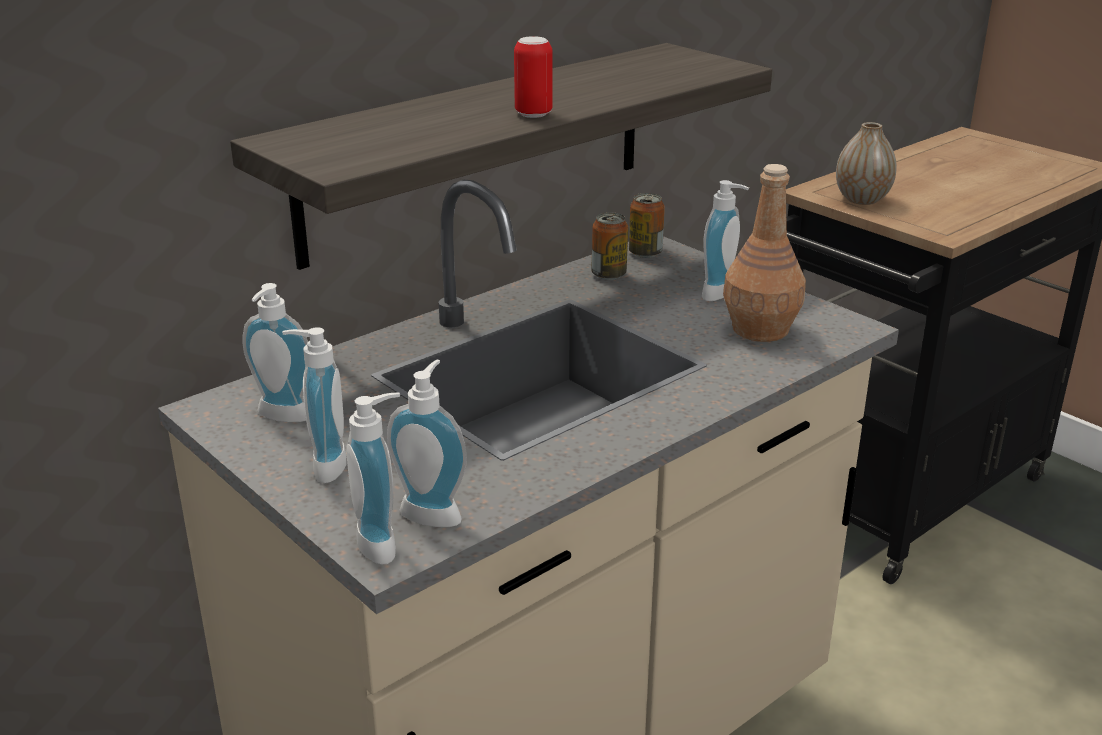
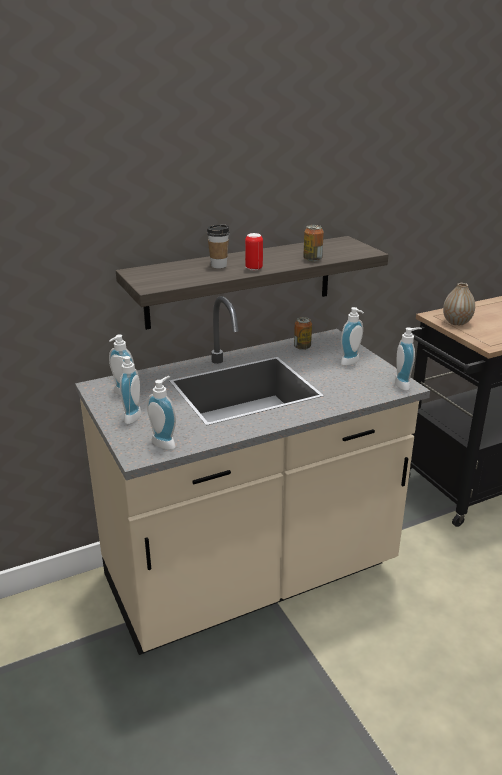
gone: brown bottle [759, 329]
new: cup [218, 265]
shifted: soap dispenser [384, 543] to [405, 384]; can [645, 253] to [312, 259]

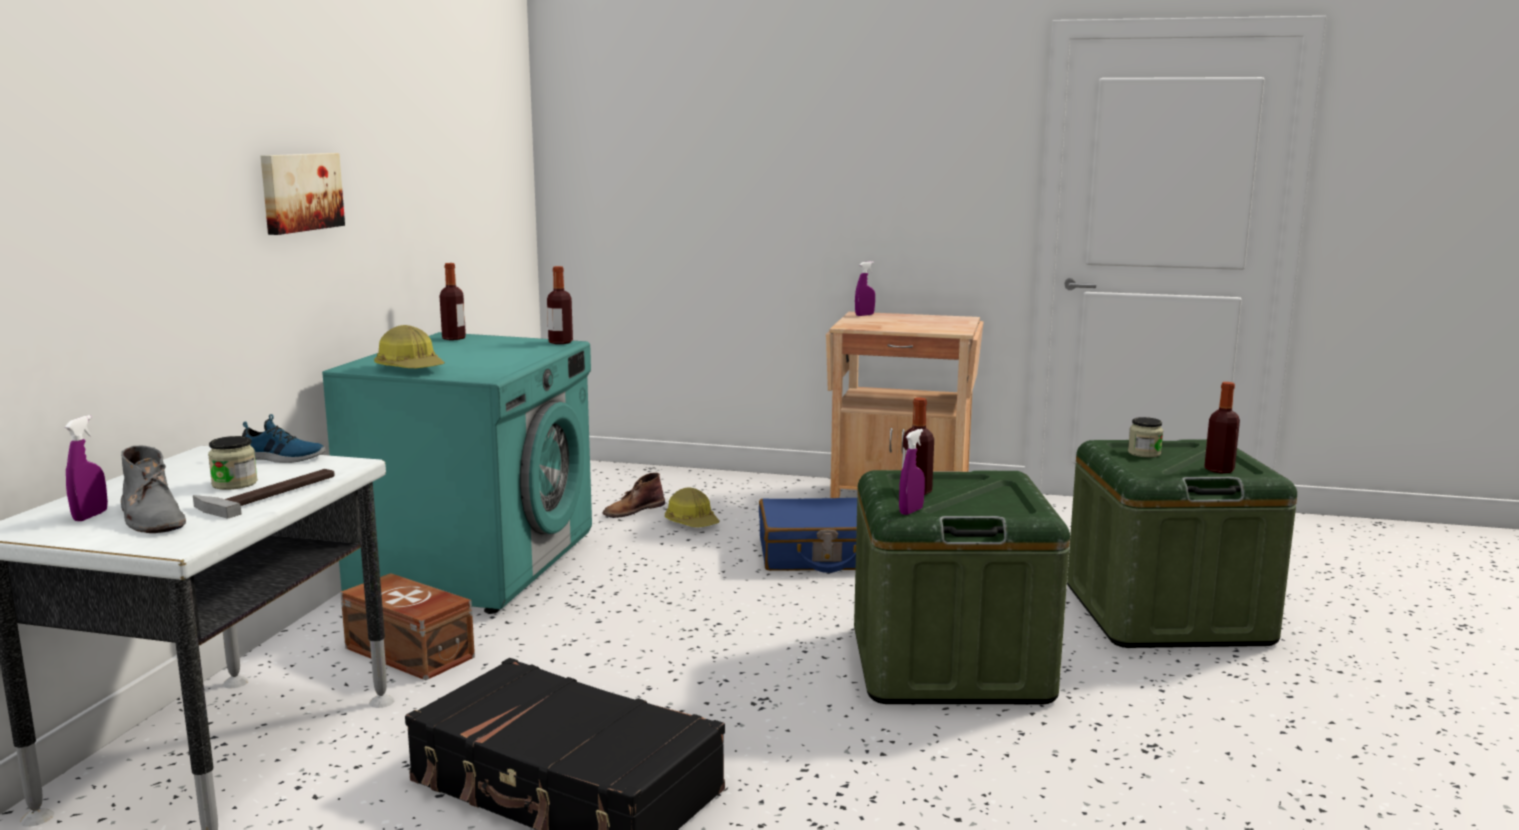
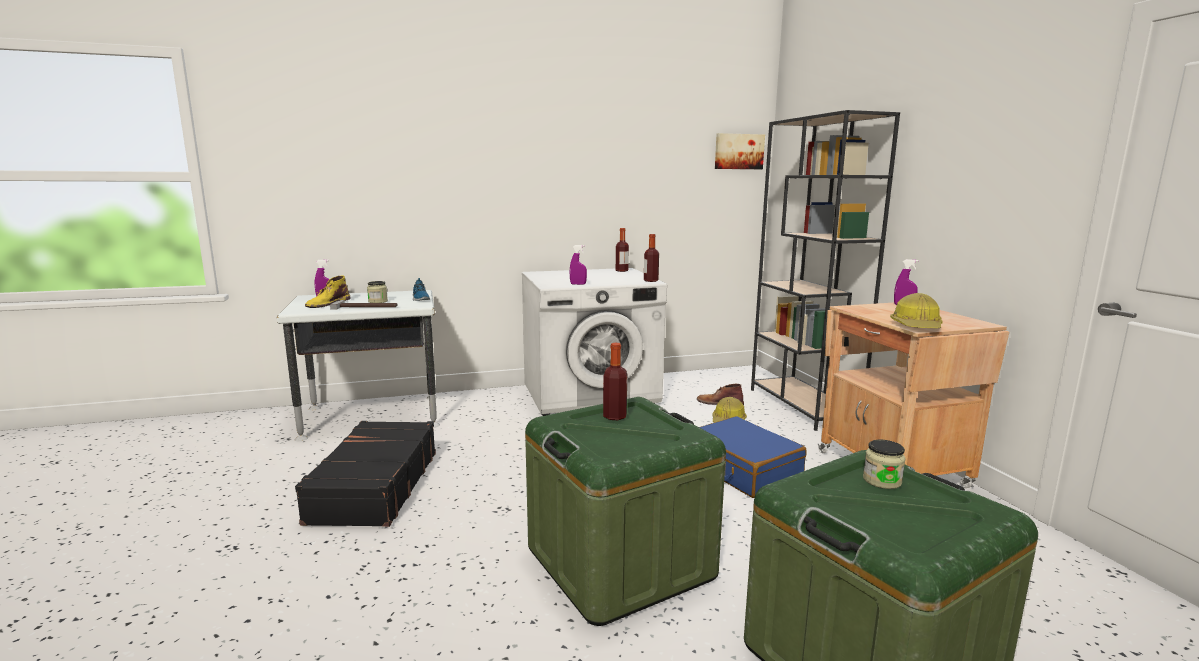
gone: brown storage box [409, 653]; bottle [1219, 470]
new: bookcase [804, 406]
shifted: picture [300, 192] to [738, 151]; hard hat [410, 368] to [916, 327]; purple spray bottle [911, 511] to [578, 284]
repainted: grey boot [152, 517] to yellow boot [327, 303]; turquoise washing machine [480, 567] to white washing machine [592, 397]

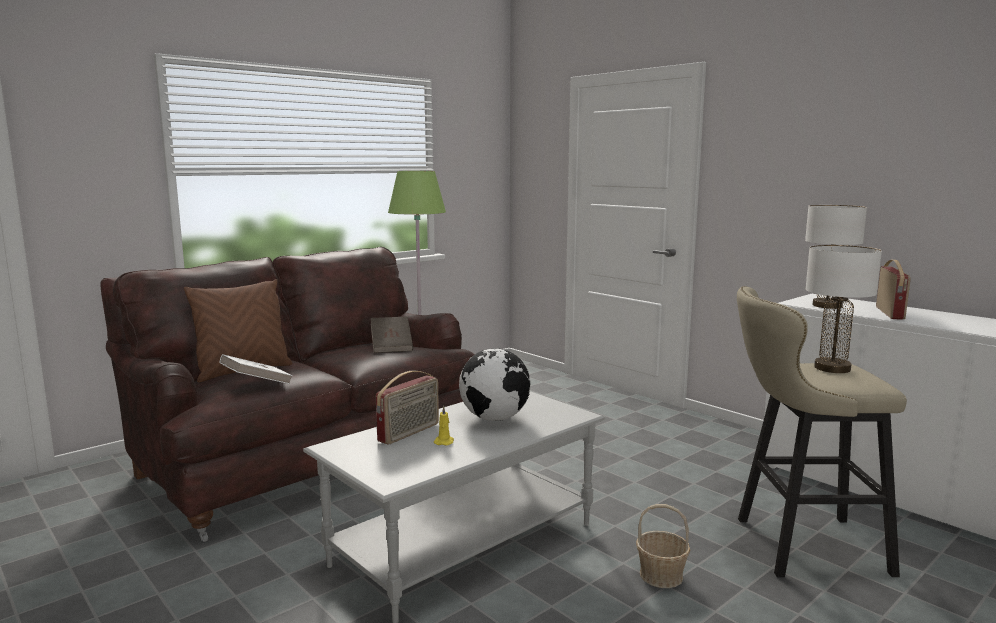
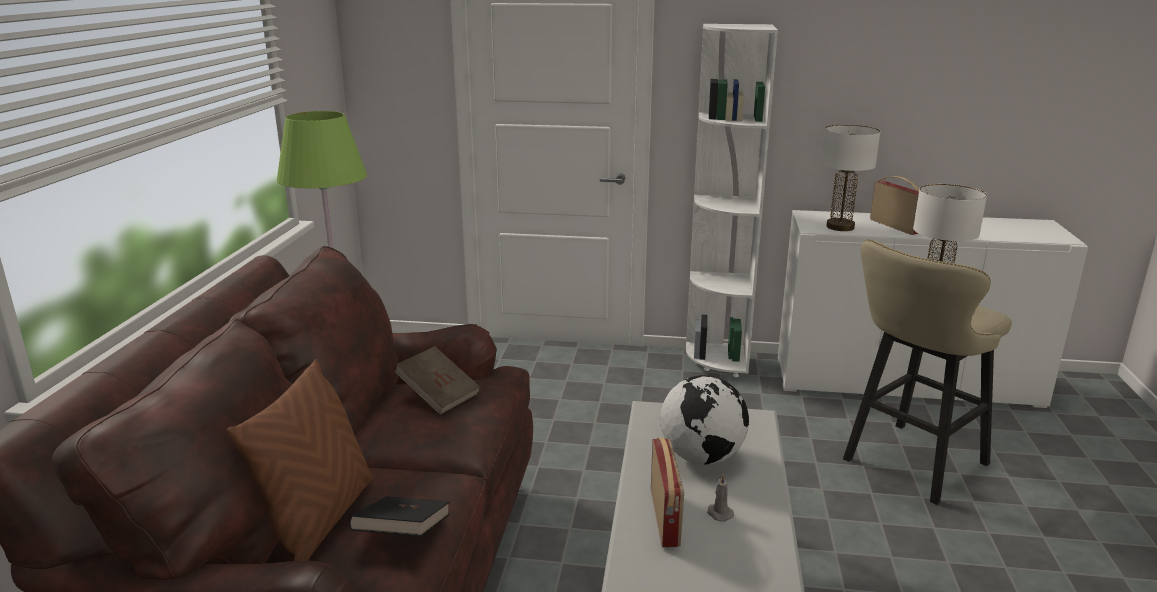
gone: basket [661, 575]
new: white bookcase [717, 364]
repainted: white book [257, 384] to black book [403, 535]; yellow candle [444, 442] to grey candle [719, 513]

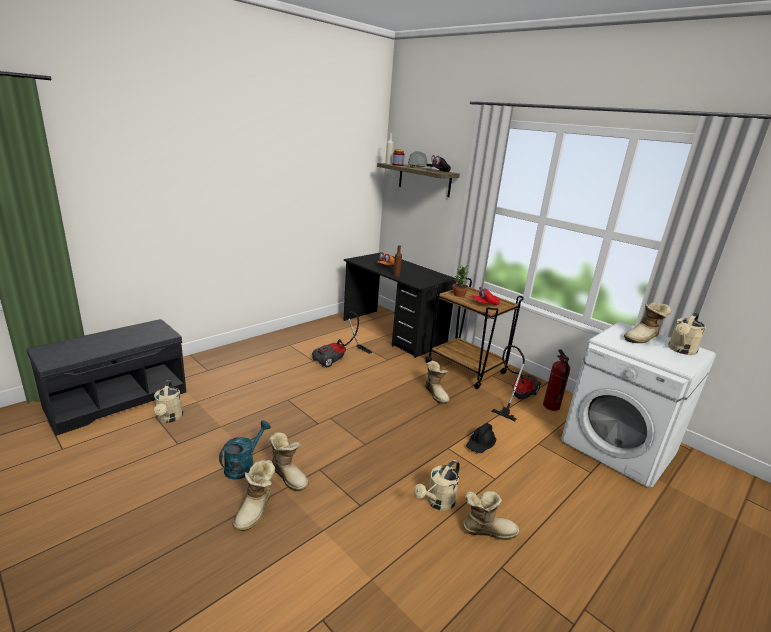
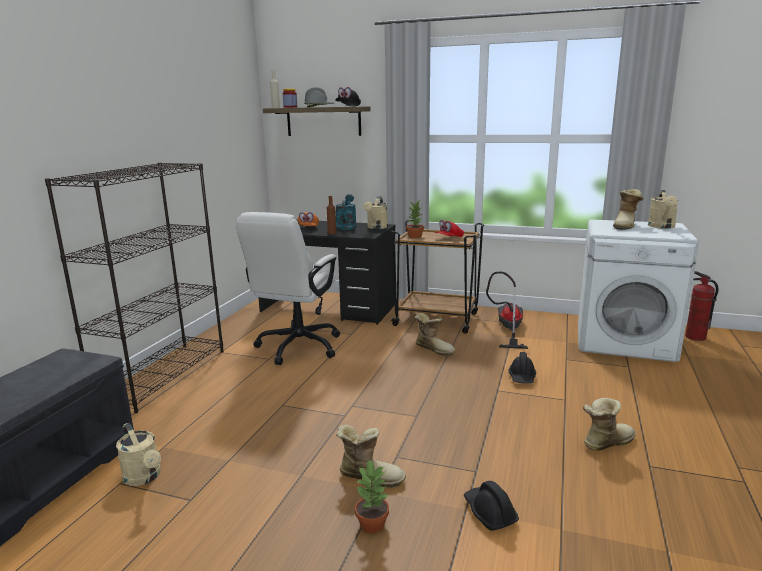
new: black bookcase [163, 375]; black hard hat [489, 513]
shifted: turquoise watering can [243, 466] to [346, 226]; beige watering can [437, 502] to [376, 227]; fire extinguisher [550, 406] to [695, 337]
swapped: boot [256, 510] to potted plant [373, 524]; vacuum cleaner [339, 359] to white office chair [297, 349]

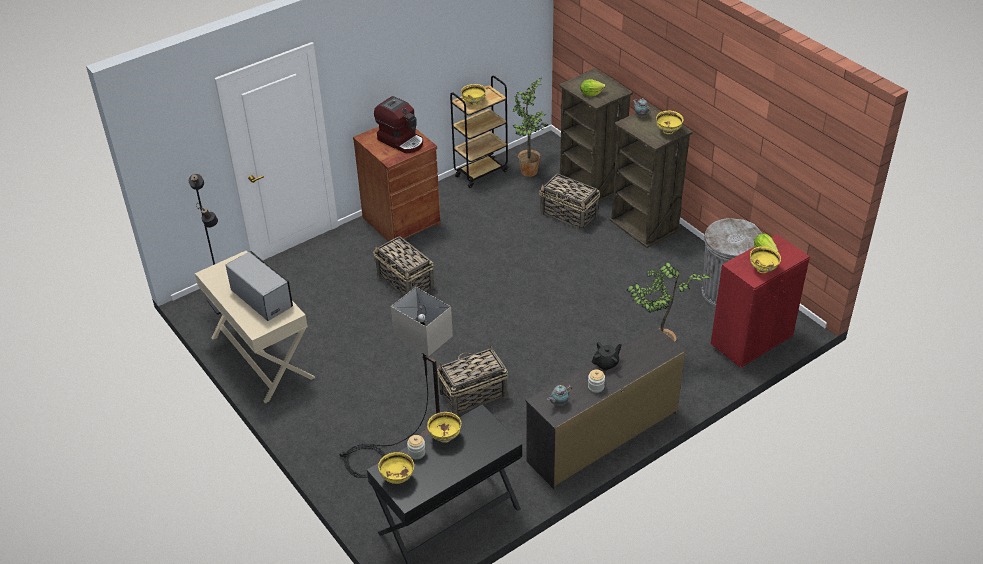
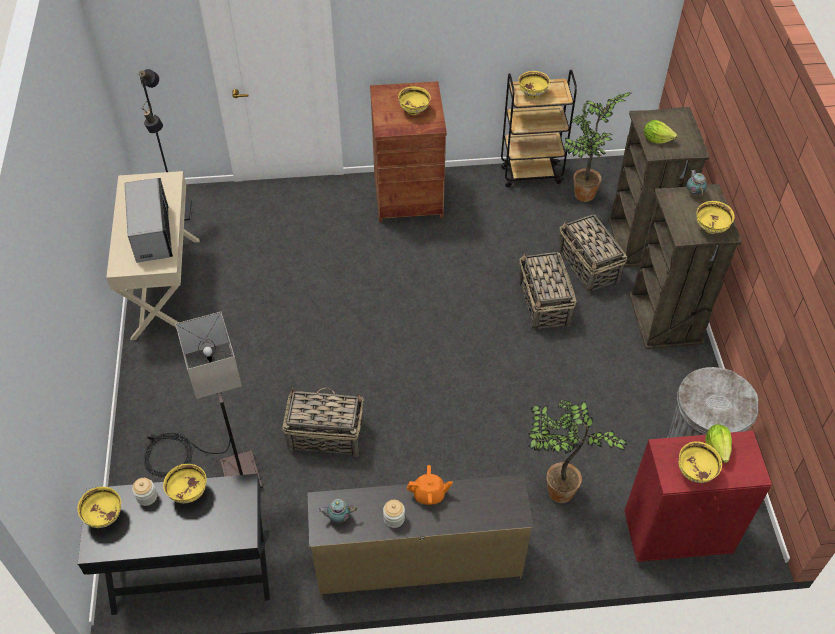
shifted: basket [405, 282] to [544, 305]
swapped: coffee machine [401, 141] to yellow bowl [414, 111]
repainted: black teapot [606, 363] to orange teapot [429, 494]

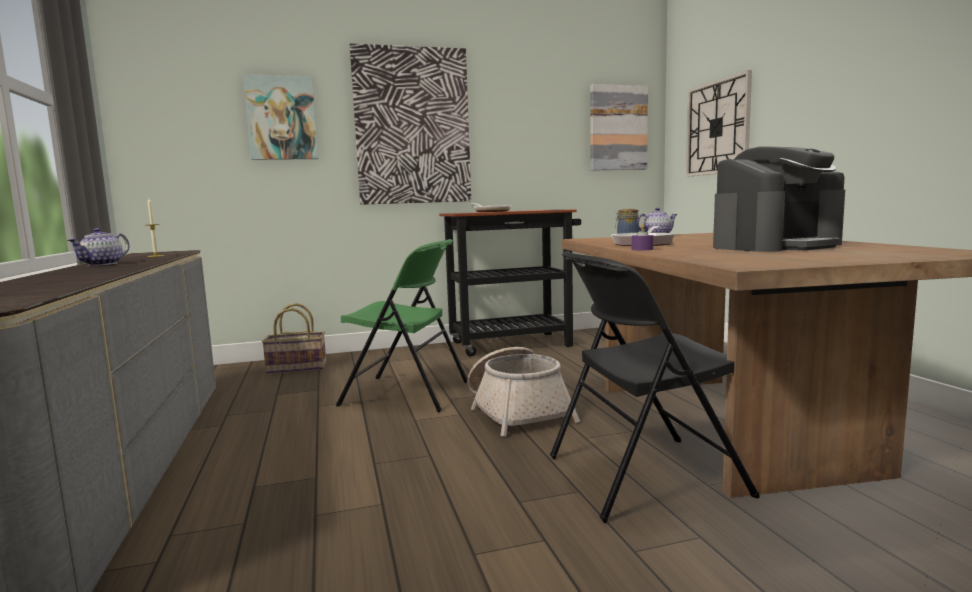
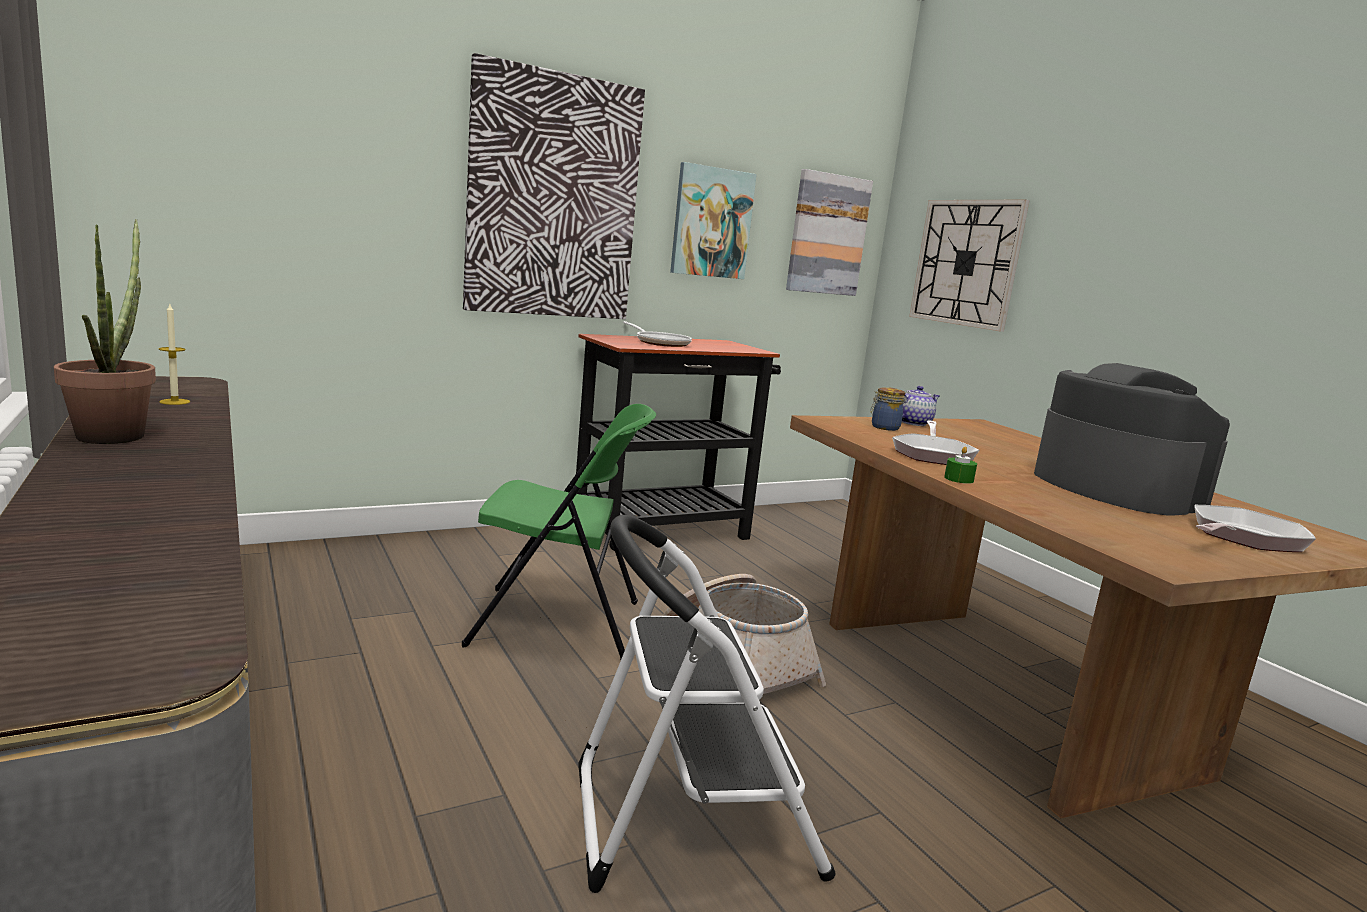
gone: basket [296, 368]; black chair [645, 475]
new: step ladder [686, 818]; frying pan [1243, 538]
shifted: picture [281, 118] to [711, 222]
swapped: teapot [102, 264] to potted plant [116, 433]
repainted: purple candle [642, 249] to green candle [958, 479]
rotated: coffee machine [776, 246] = [1113, 489] 75 degrees counterclockwise

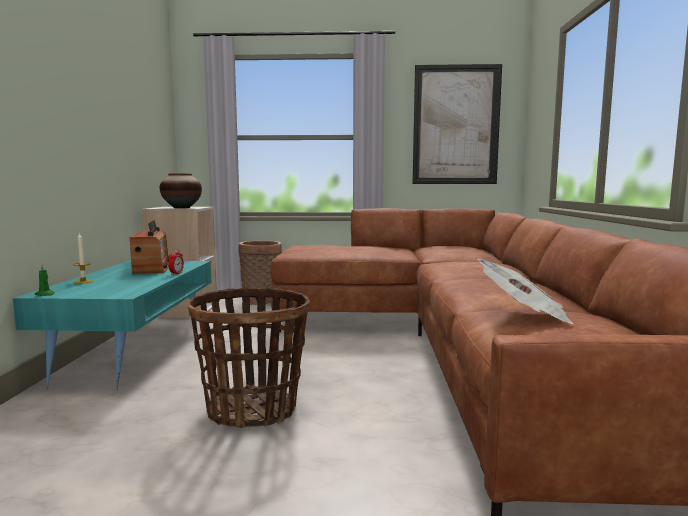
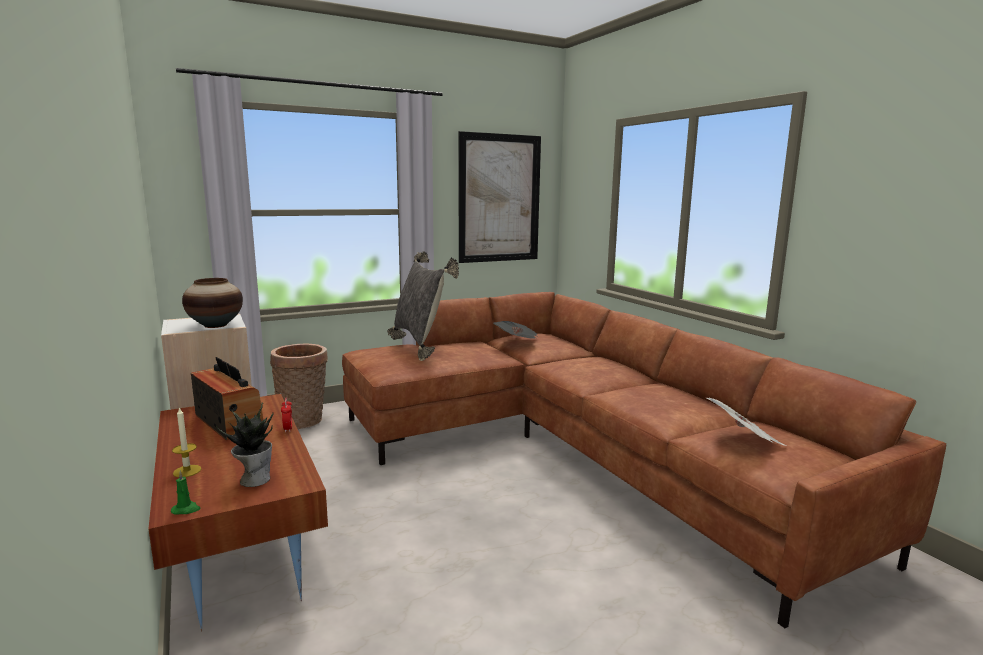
gone: basket [253, 409]
new: potted plant [254, 479]; pillow [423, 349]; newspaper [517, 342]
repainted: turquoise coffee table [136, 350] to brown coffee table [242, 536]

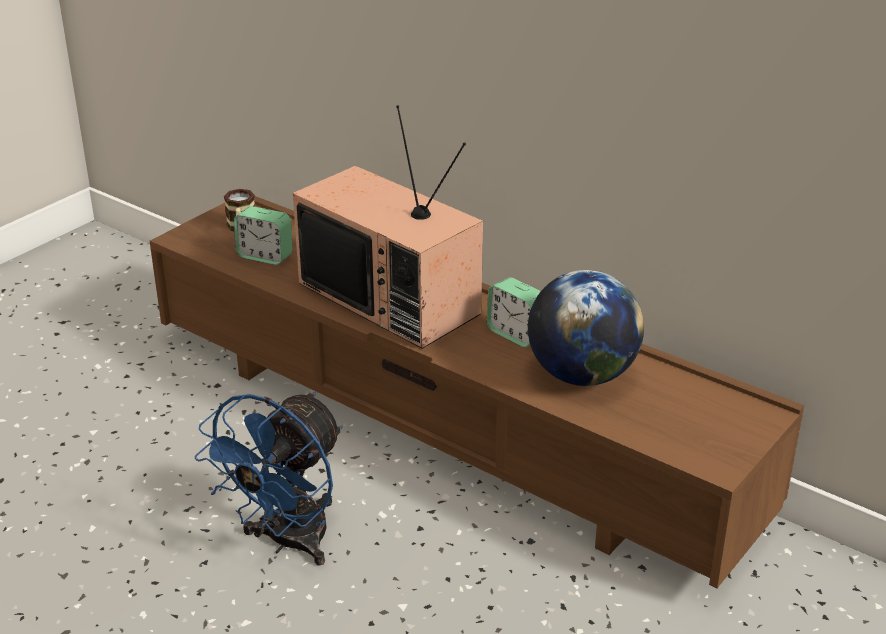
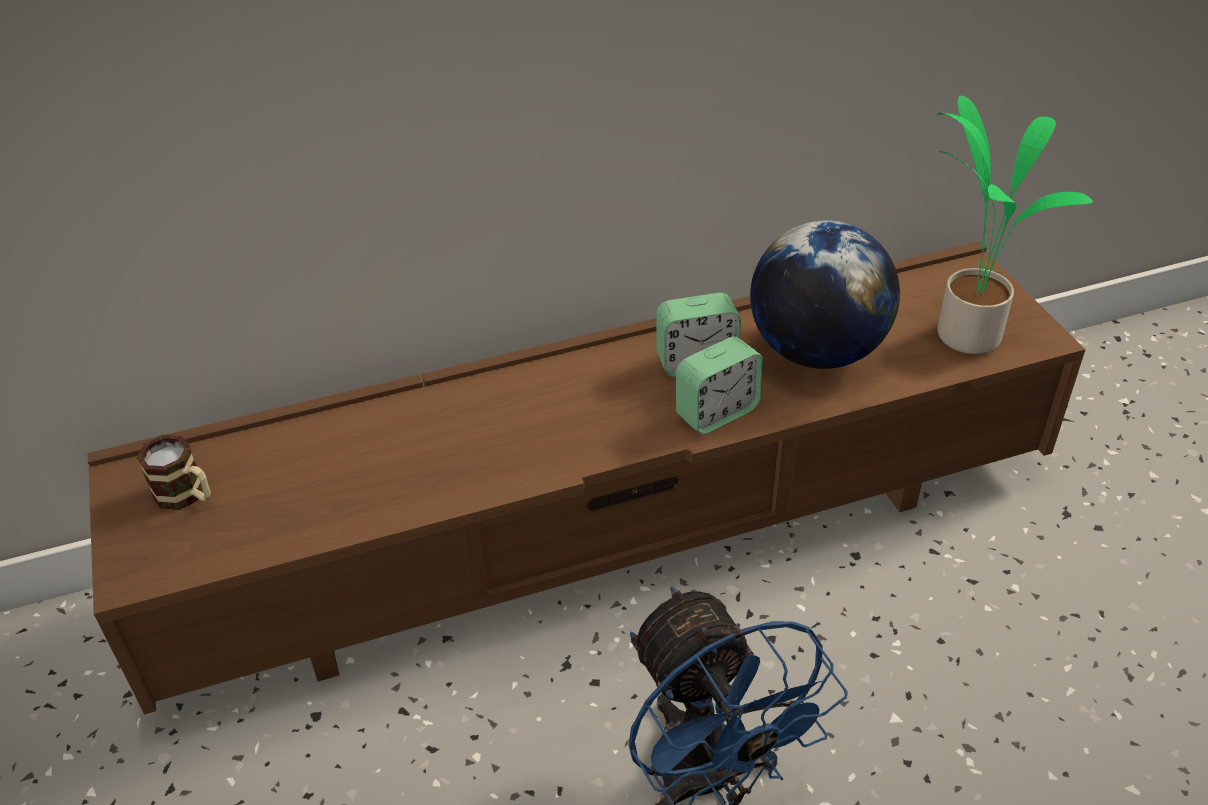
gone: television [393, 298]
new: potted plant [966, 333]
shifted: alarm clock [265, 256] to [717, 412]

